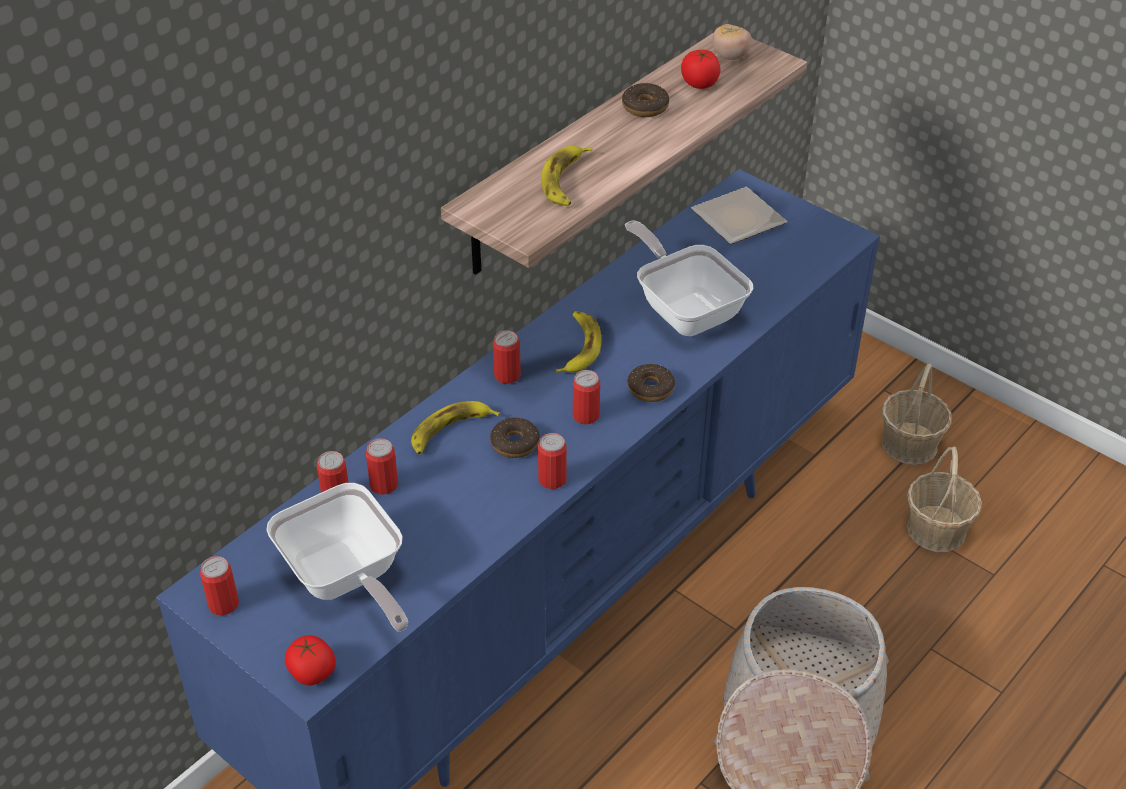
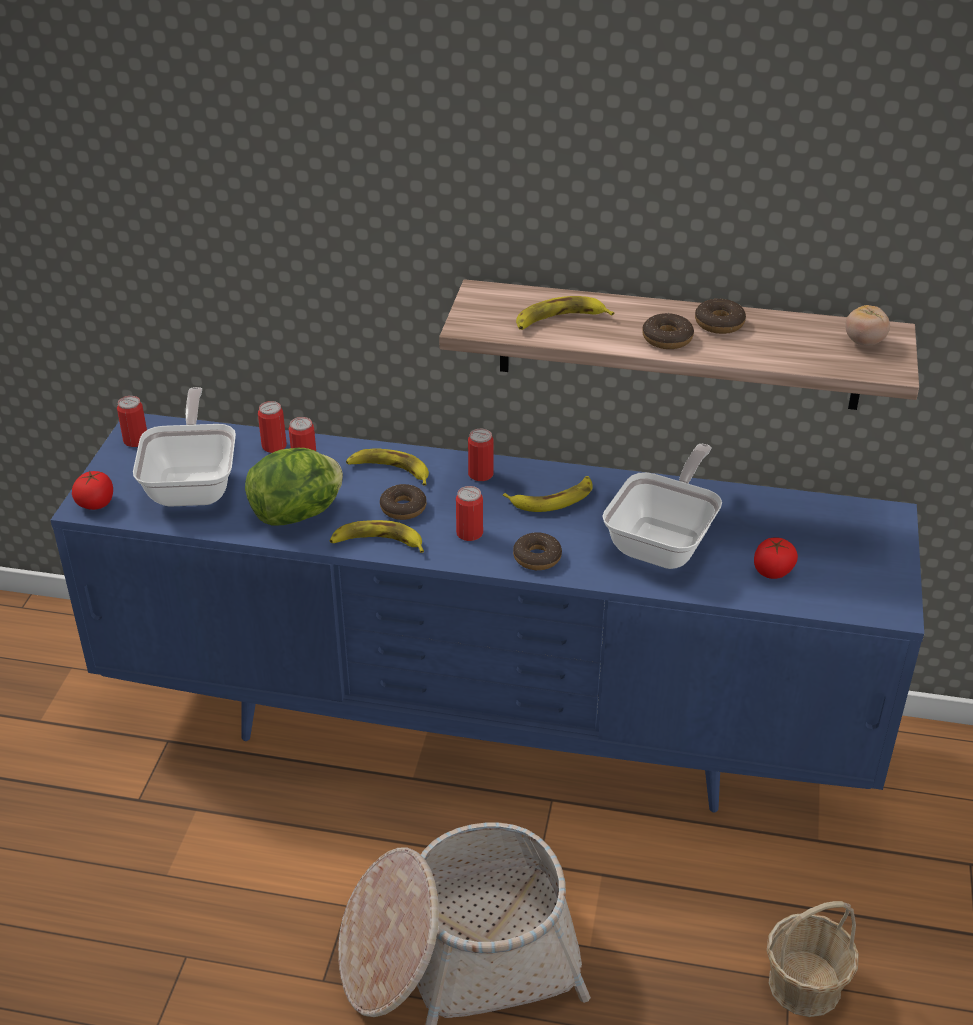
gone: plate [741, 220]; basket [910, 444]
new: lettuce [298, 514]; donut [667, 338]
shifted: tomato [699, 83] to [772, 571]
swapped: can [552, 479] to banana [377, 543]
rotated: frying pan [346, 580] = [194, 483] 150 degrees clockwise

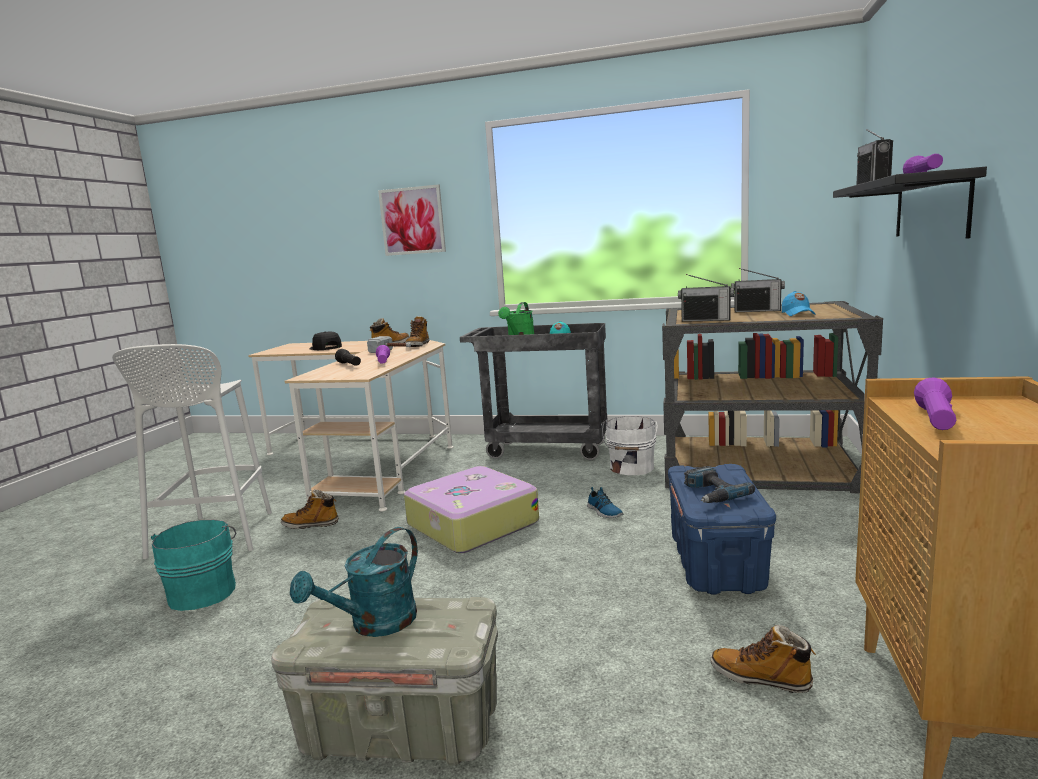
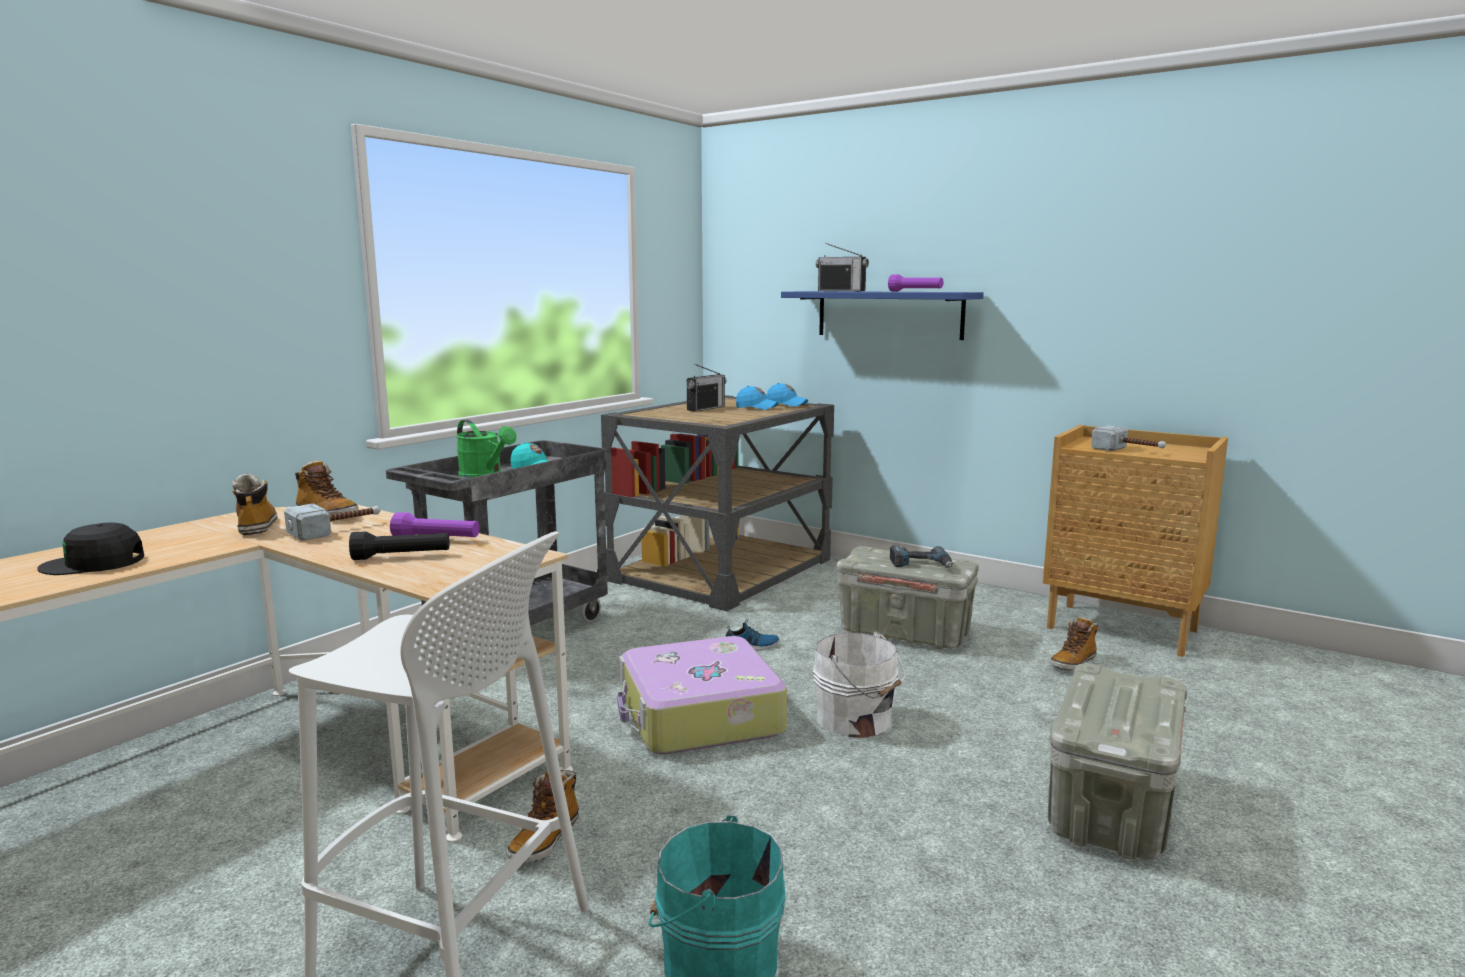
gone: turquoise watering can [374, 625]; picture [412, 221]; radio [706, 320]
new: blue cap [786, 404]
shifted: white bucket [631, 468] to [856, 721]
swapped: purple flashlight [935, 421] to hammer [1128, 451]
repainted: blue storage box [717, 564] to grey storage box [905, 633]; black shelf [930, 207] to blue shelf [889, 314]

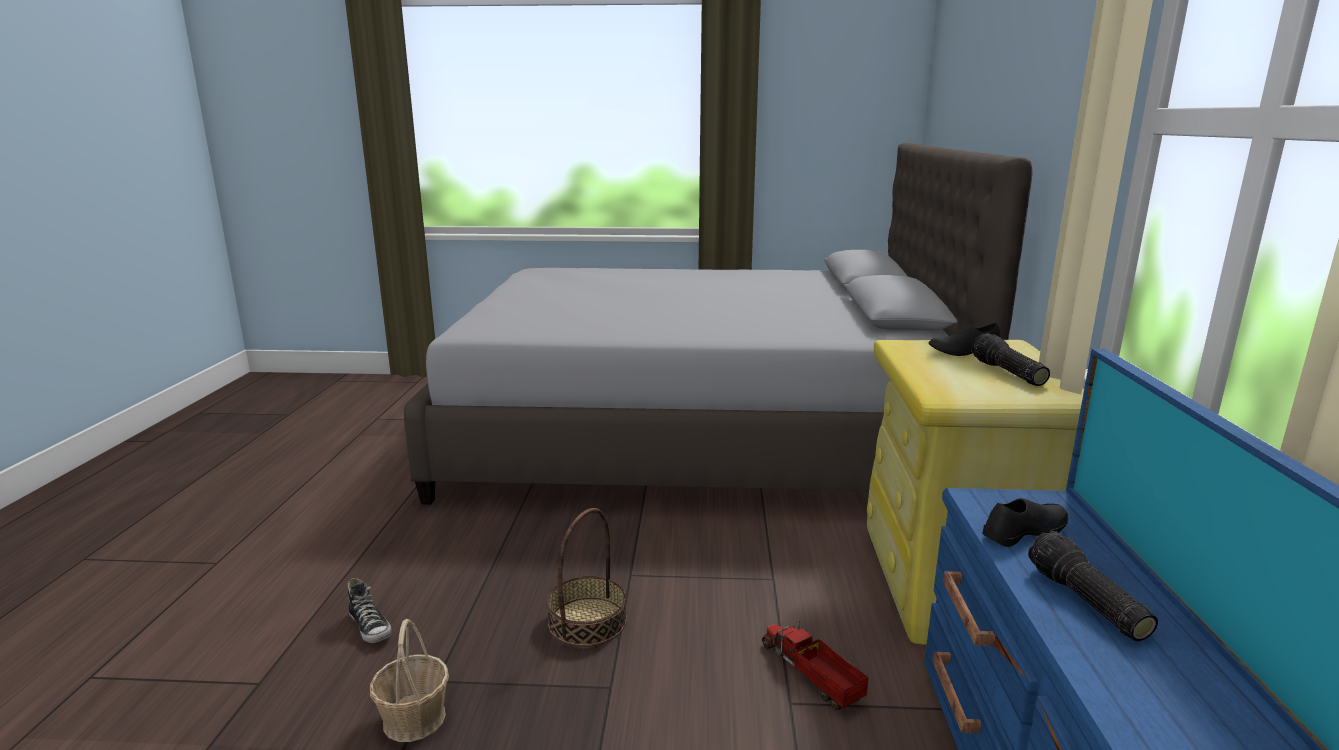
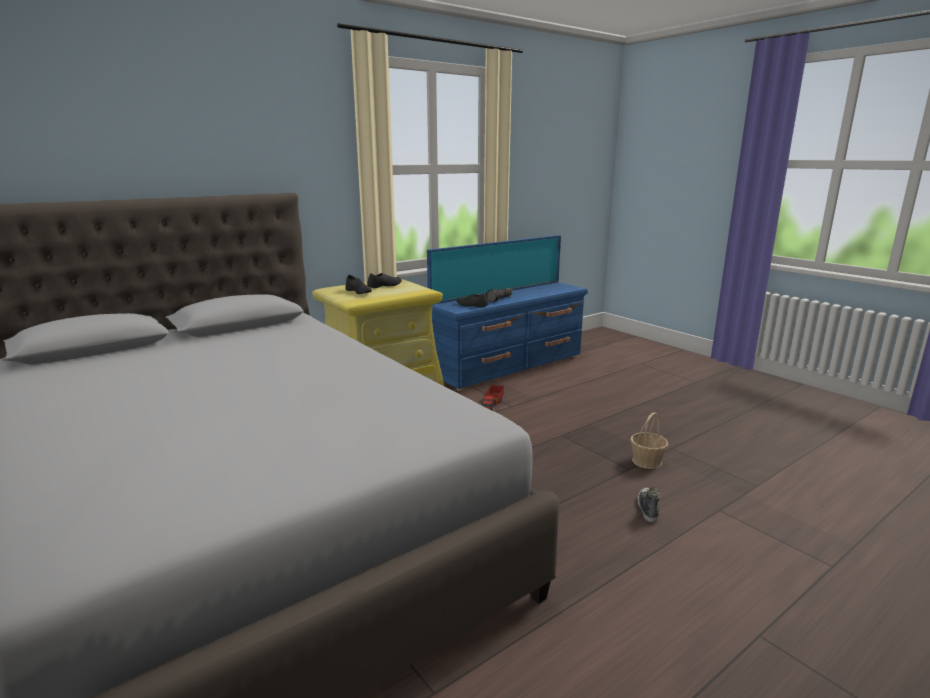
gone: basket [587, 621]
swapped: flashlight [1006, 372] to black shoe [384, 285]

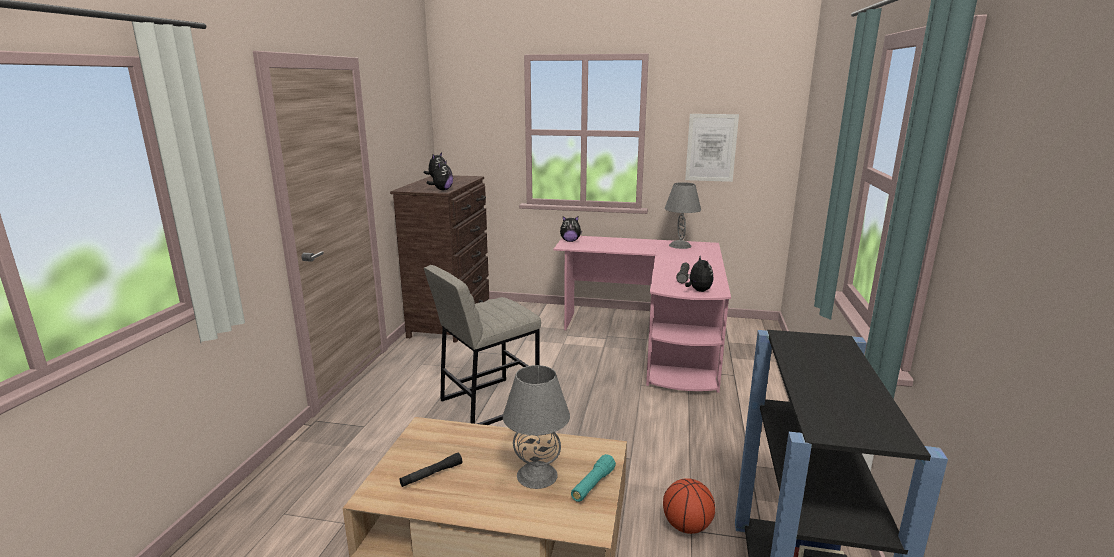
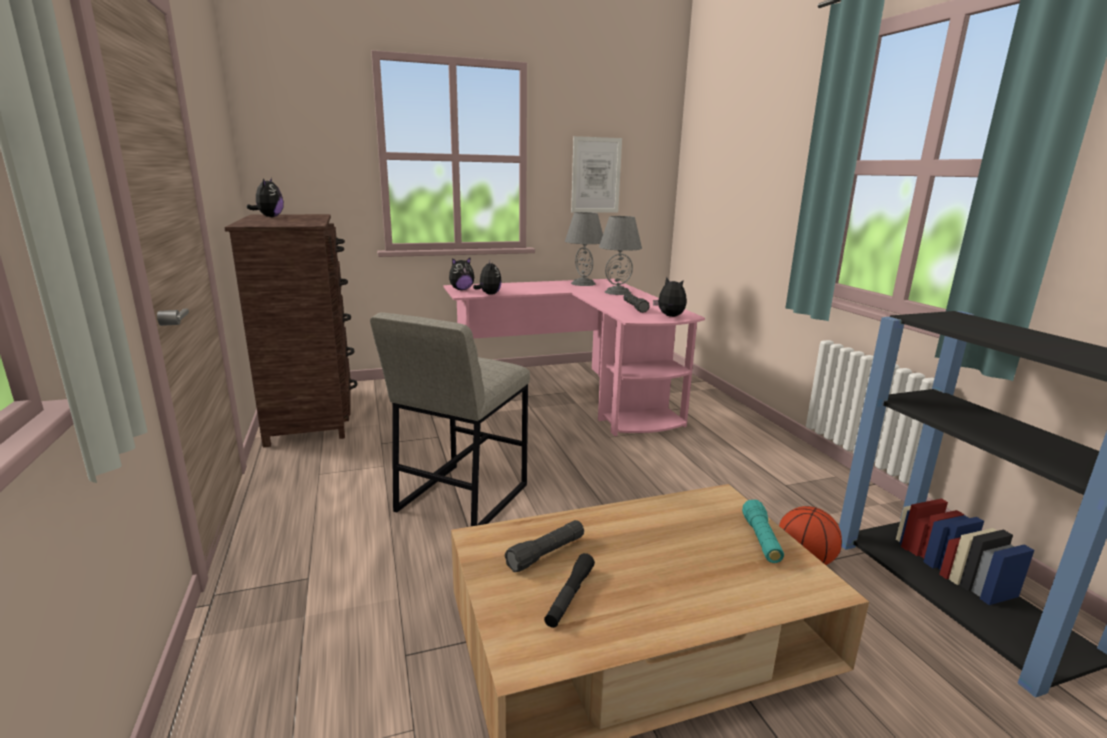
new: black flashlight [546, 554]
shifted: plush toy [442, 190] to [489, 294]; grey table lamp [537, 475] to [617, 292]

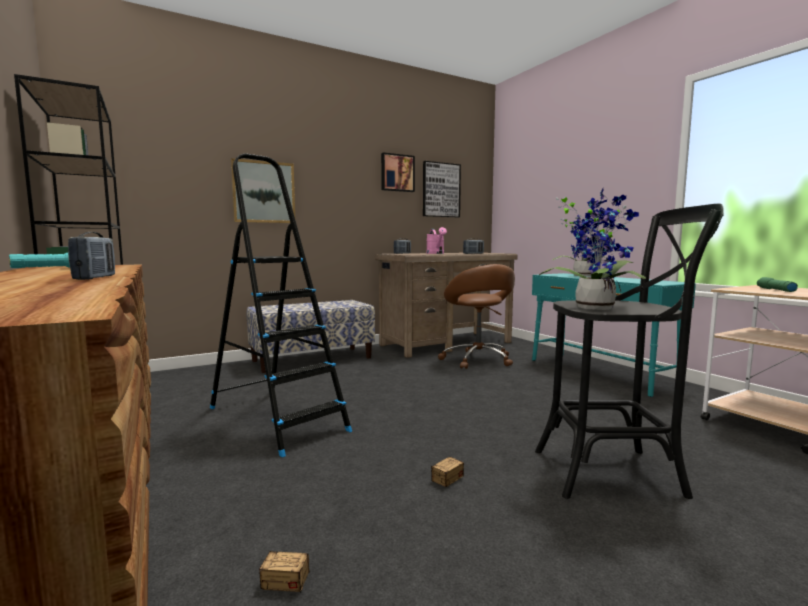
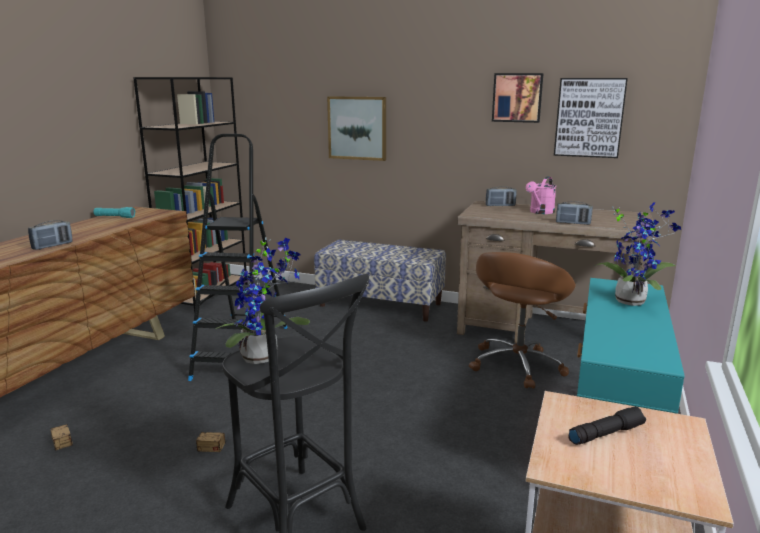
repainted: green flashlight [775, 290] to black flashlight [605, 433]

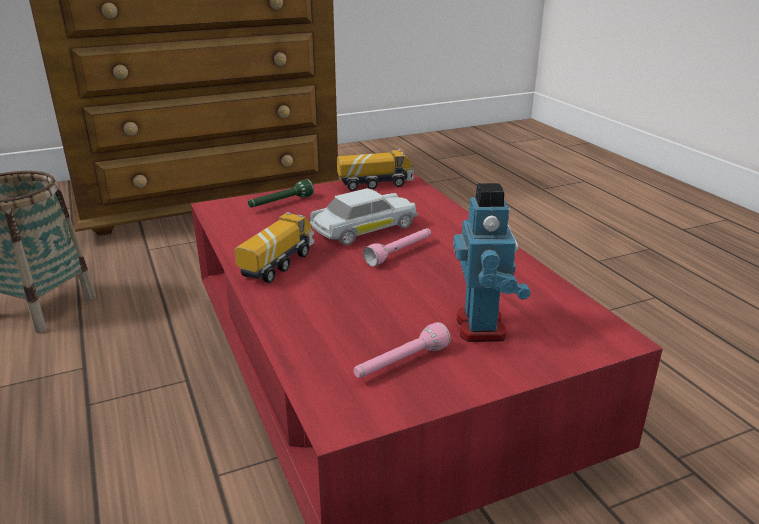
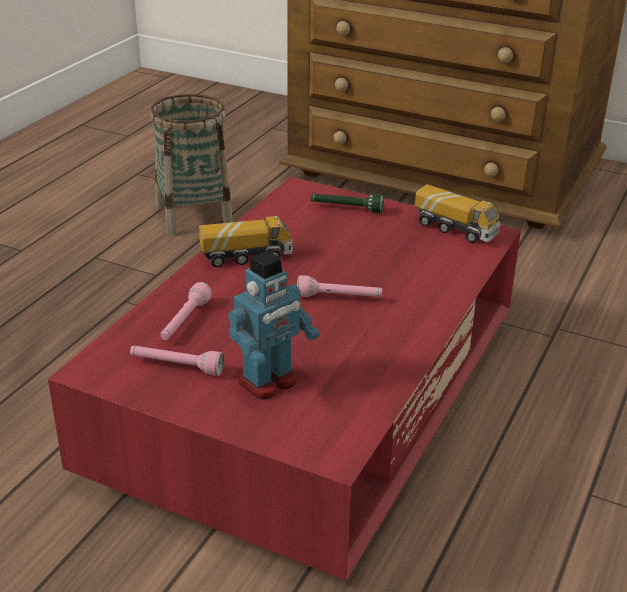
gone: white toy car [364, 229]
new: pink flashlight [184, 322]

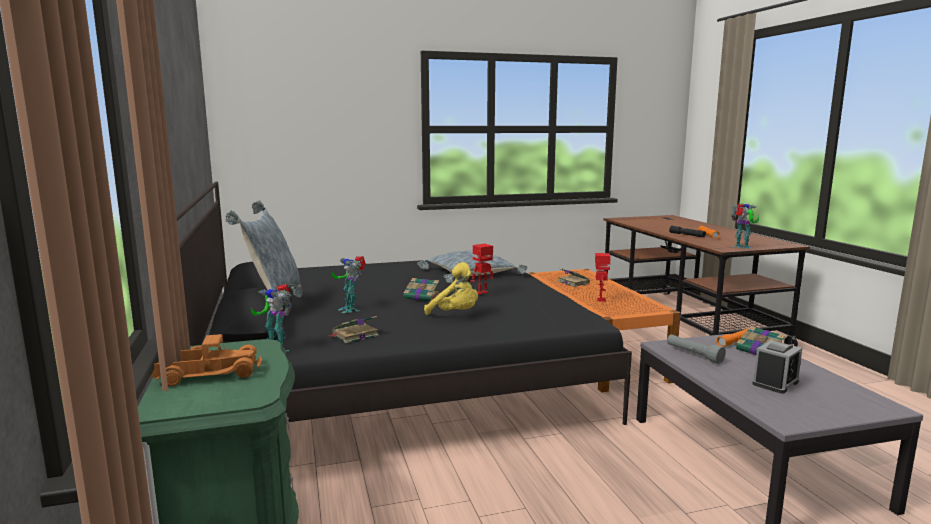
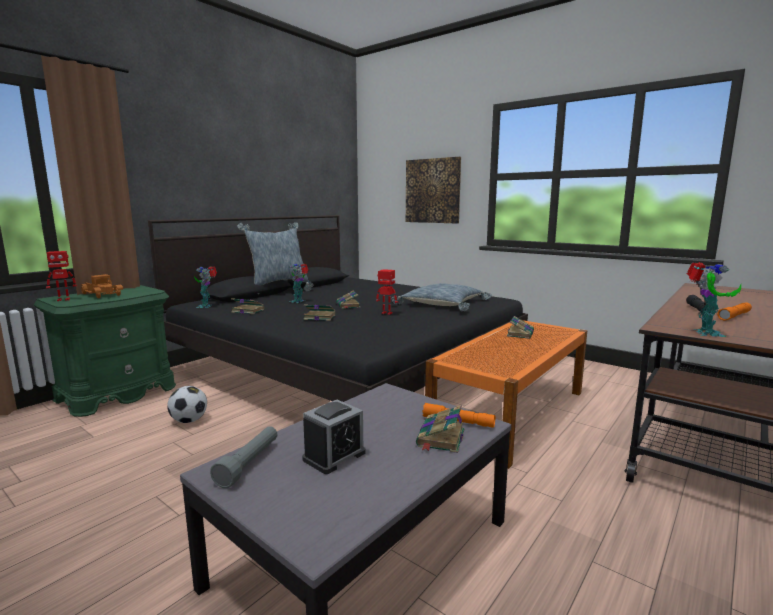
new: football [189, 421]; picture [432, 191]
shifted: toy robot [600, 300] to [64, 299]; grey flashlight [693, 355] to [249, 464]
swapped: yellow plush toy [455, 314] to book [319, 317]
rotated: alarm clock [775, 383] = [334, 456] 60 degrees counterclockwise

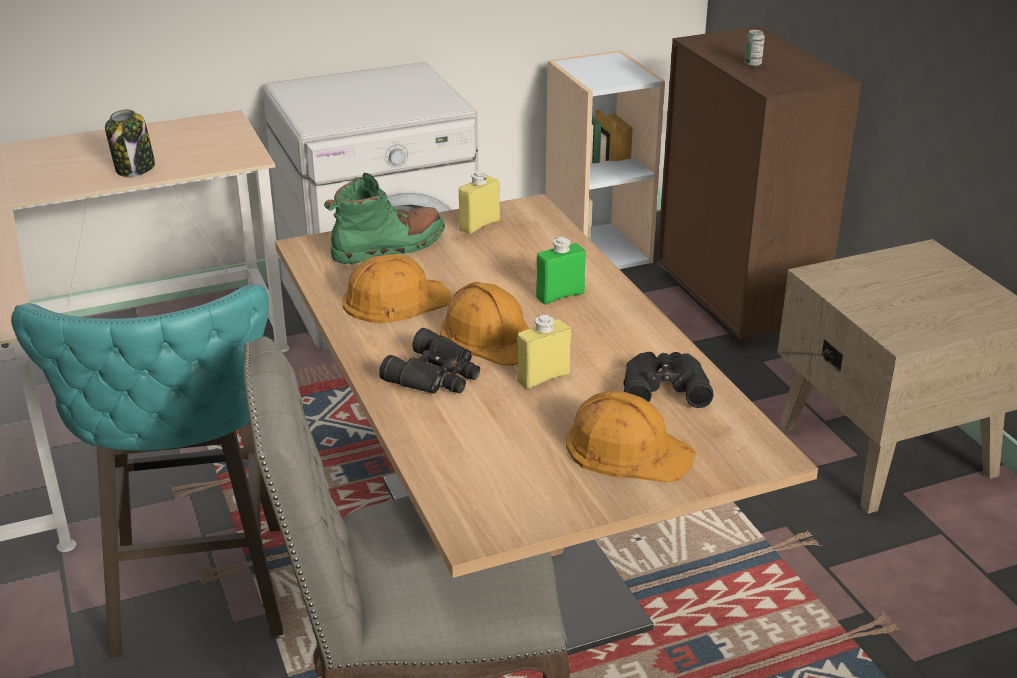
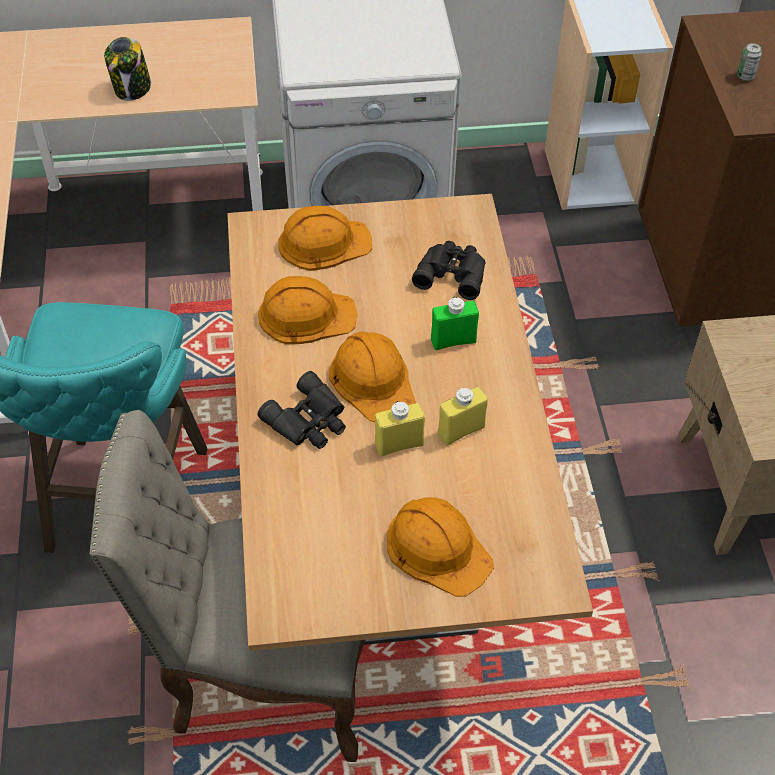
shifted: yellow bottle [479, 225] to [461, 431]; black binoculars [664, 385] to [452, 272]
swapped: green boot [389, 247] to orange hard hat [323, 243]

